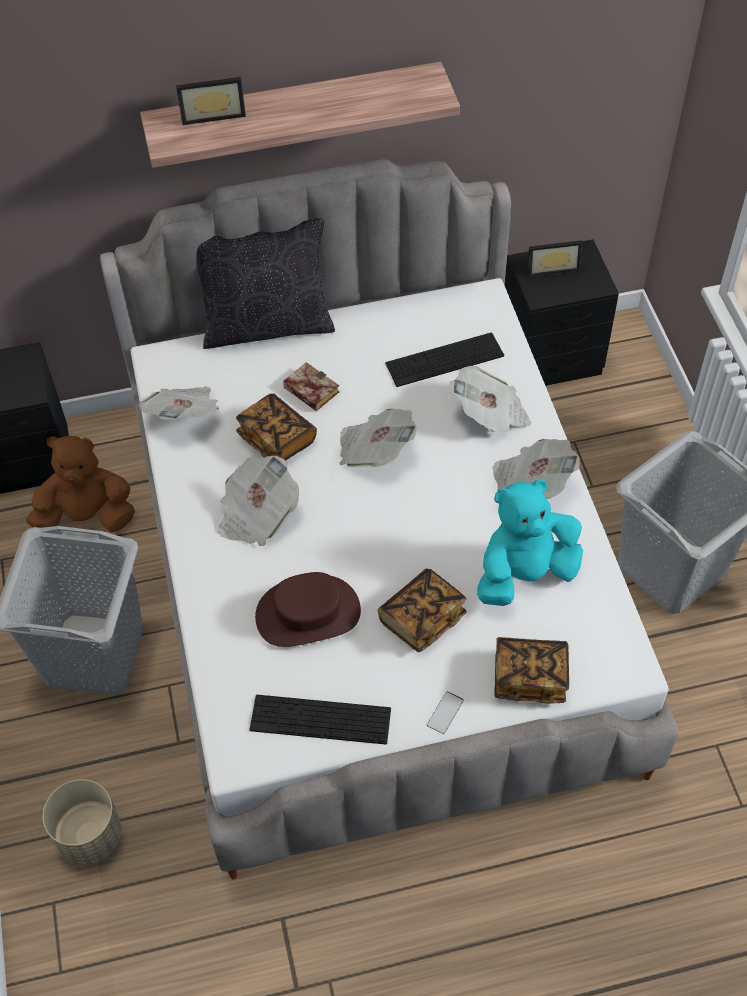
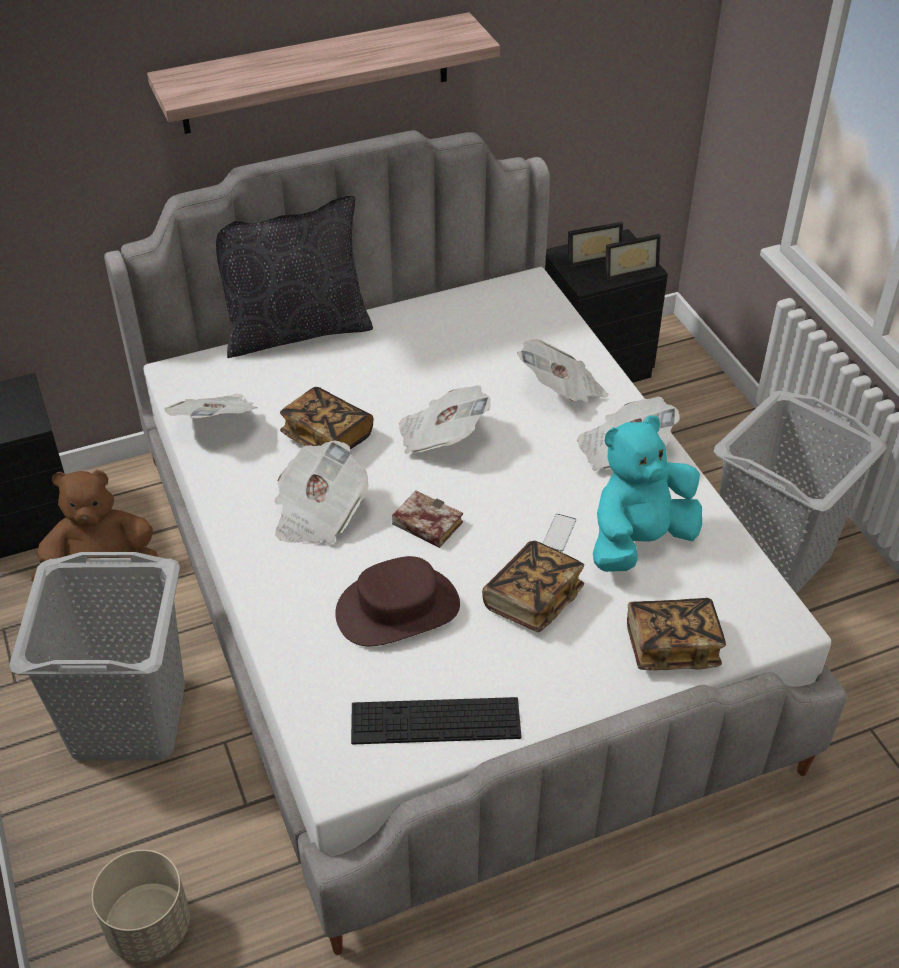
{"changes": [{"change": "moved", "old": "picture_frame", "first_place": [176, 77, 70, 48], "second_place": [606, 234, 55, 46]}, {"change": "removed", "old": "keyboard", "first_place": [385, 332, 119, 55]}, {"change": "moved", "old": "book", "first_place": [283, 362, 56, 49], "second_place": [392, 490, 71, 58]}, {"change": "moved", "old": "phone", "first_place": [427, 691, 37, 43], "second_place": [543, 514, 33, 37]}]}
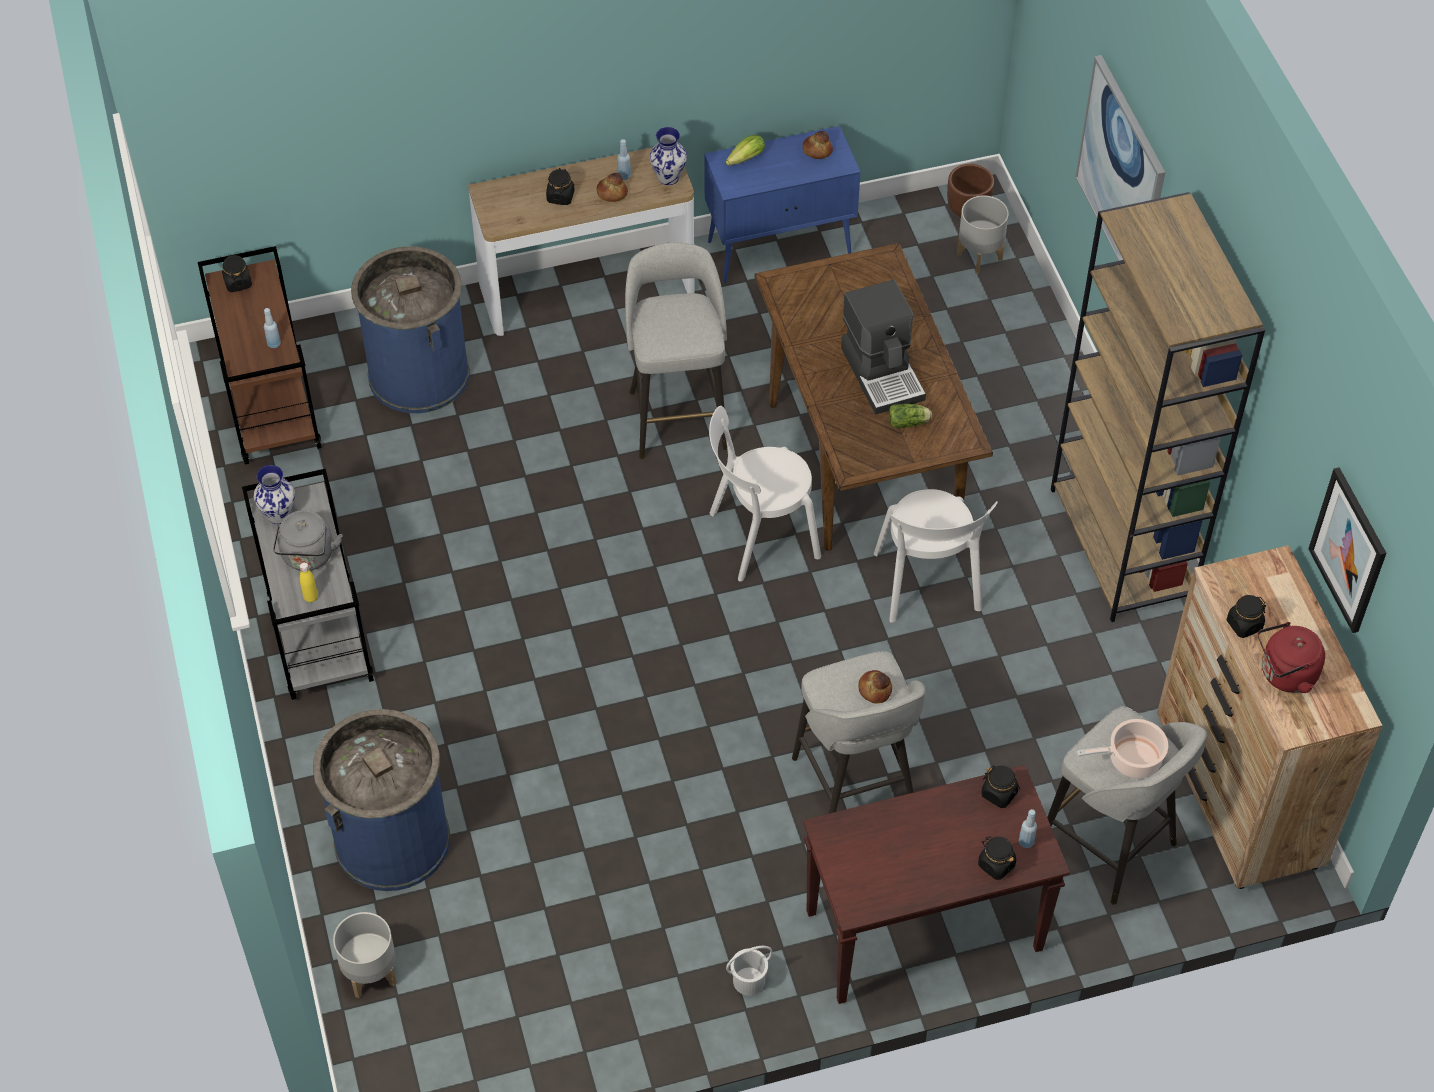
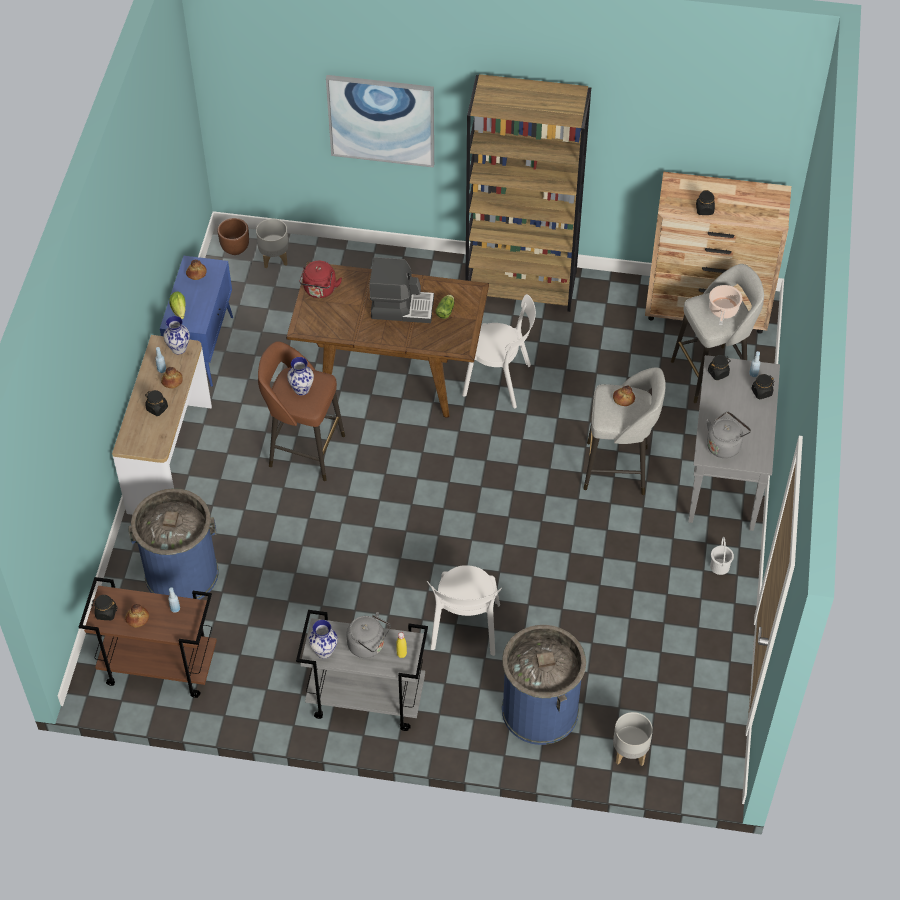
{"changes": [{"change": "recoloured", "old": "grey_stool", "new": "brown_stool", "first_place": [625, 242, 102, 217], "second_place": [258, 341, 87, 140]}, {"change": "moved", "old": "white_chair", "first_place": [709, 406, 112, 176], "second_place": [427, 565, 75, 91]}, {"change": "removed", "old": "picture", "first_place": [1308, 467, 78, 166]}, {"change": "moved", "old": "red_kettle", "first_place": [1258, 622, 67, 71], "second_place": [299, 261, 43, 37]}, {"change": "recoloured", "old": "brown_console_table", "new": "grey_console_table", "first_place": [803, 765, 267, 239], "second_place": [688, 355, 92, 176]}, {"change": "added", "new": "vase", "second_place": [287, 357, 27, 38]}, {"change": "added", "new": "grey_kettle", "second_place": [707, 411, 44, 47]}, {"change": "added", "new": "bread", "second_place": [125, 604, 24, 24]}]}
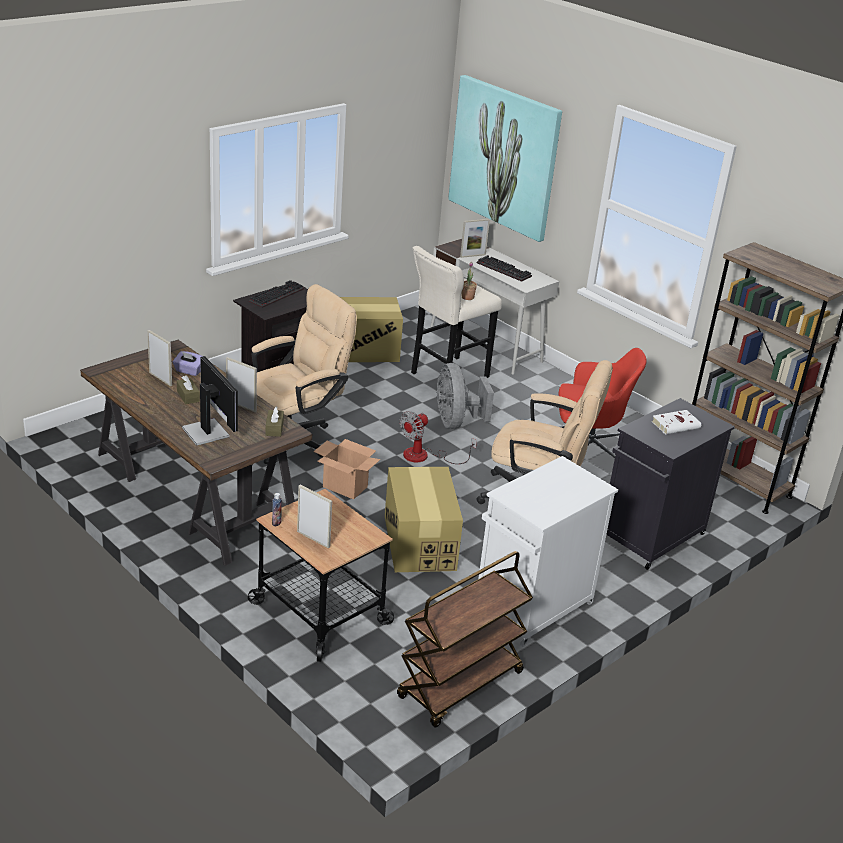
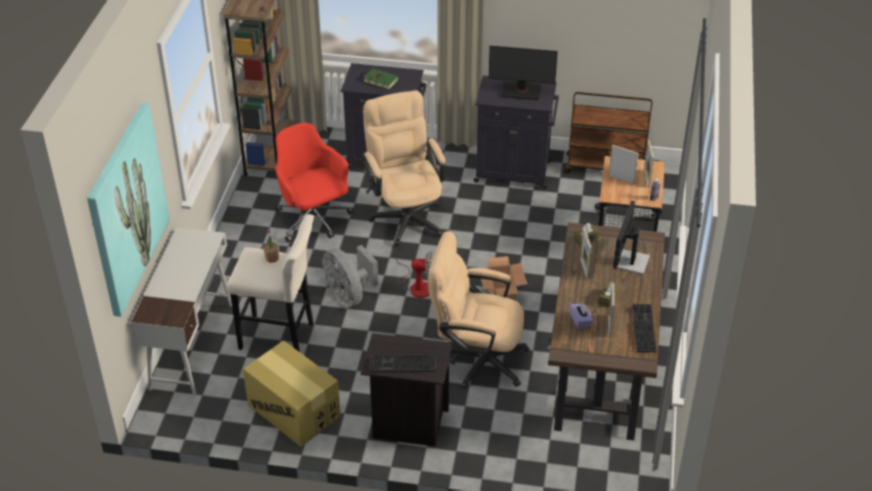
{"changes": [{"change": "moved", "old": "picture_frame", "first_place": [460, 219, 30, 39], "second_place": [609, 145, 30, 39]}, {"change": "moved", "old": "keyboard", "first_place": [477, 255, 55, 27], "second_place": [632, 304, 25, 48]}, {"change": "turned", "old": "grey_fan", "first_place": [436, 363, 58, 66], "second_place": [322, 245, 57, 62], "degrees": 105}, {"change": "recoloured", "old": "white_book", "new": "green_book", "first_place": [651, 410, 50, 24], "second_place": [363, 68, 36, 21]}, {"change": "recoloured", "old": "white_cabinet", "new": "black_cabinet", "first_place": [478, 456, 140, 191], "second_place": [474, 75, 85, 114]}, {"change": "removed", "old": "cardboard_box", "first_place": [385, 467, 78, 105]}, {"change": "added", "new": "monitor", "second_place": [489, 46, 69, 54]}]}
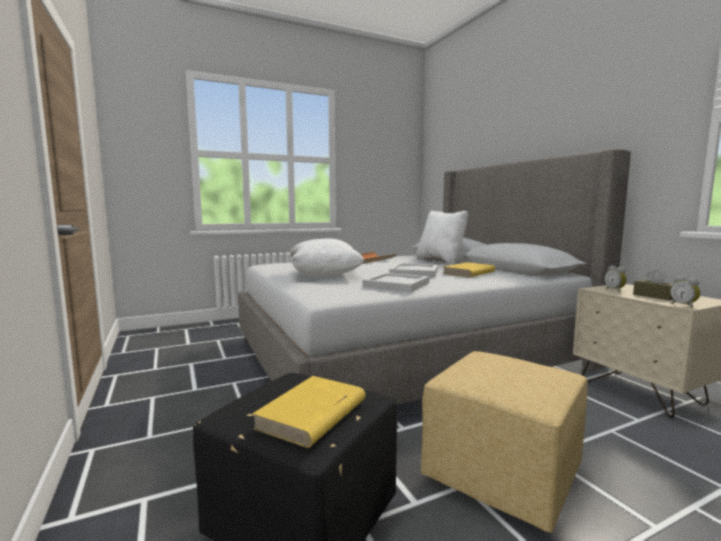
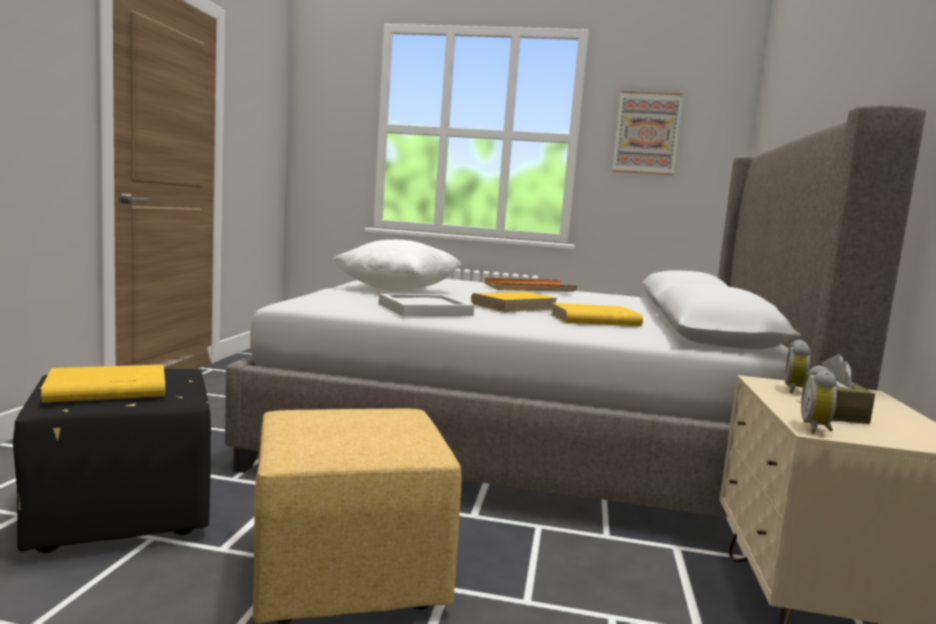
{"changes": [{"change": "removed", "old": "white_pillow", "first_place": [416, 211, 52, 54]}, {"change": "replaced", "old": "white_tray", "new": "yellow_book", "first_place": [389, 263, 49, 15], "second_place": [471, 292, 87, 20]}, {"change": "added", "new": "picture", "second_place": [612, 91, 71, 84]}]}
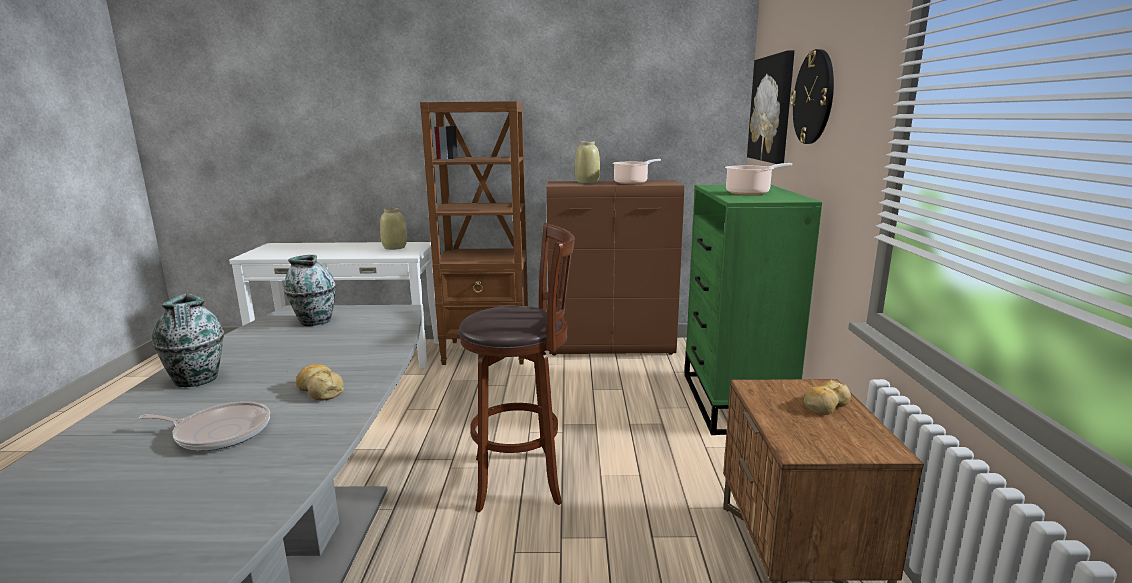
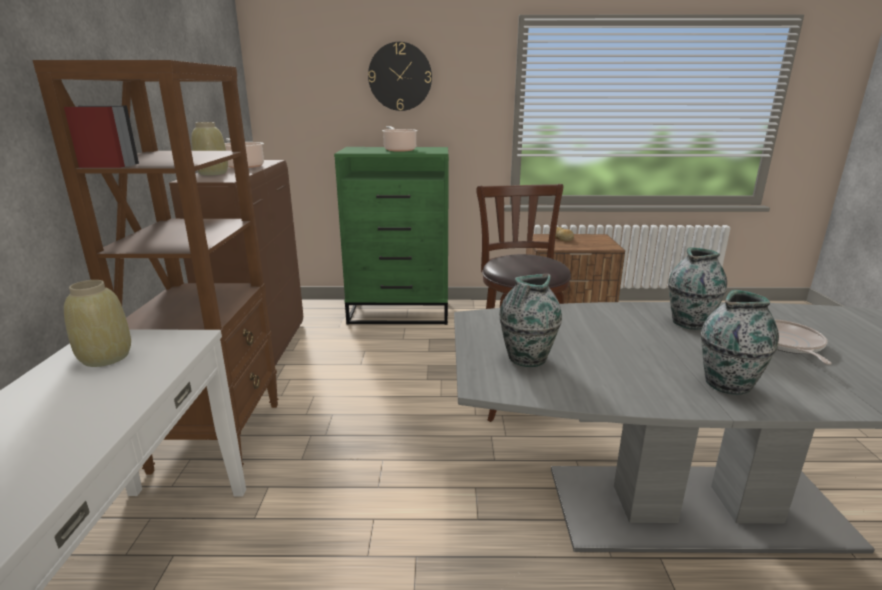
{"changes": [{"change": "removed", "old": "picture", "first_place": [747, 50, 48, 114]}, {"change": "replaced", "old": "bread", "new": "vase", "first_place": [296, 364, 48, 36], "second_place": [668, 248, 59, 82]}]}
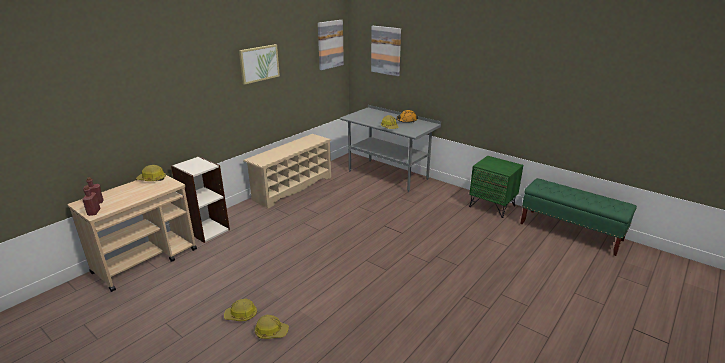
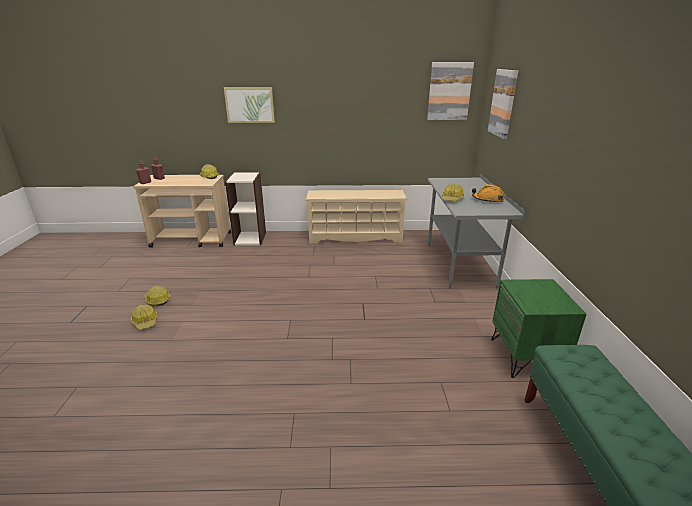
{"changes": [{"change": "moved", "old": "picture", "first_place": [239, 44, 41, 41], "second_place": [224, 87, 51, 36]}]}
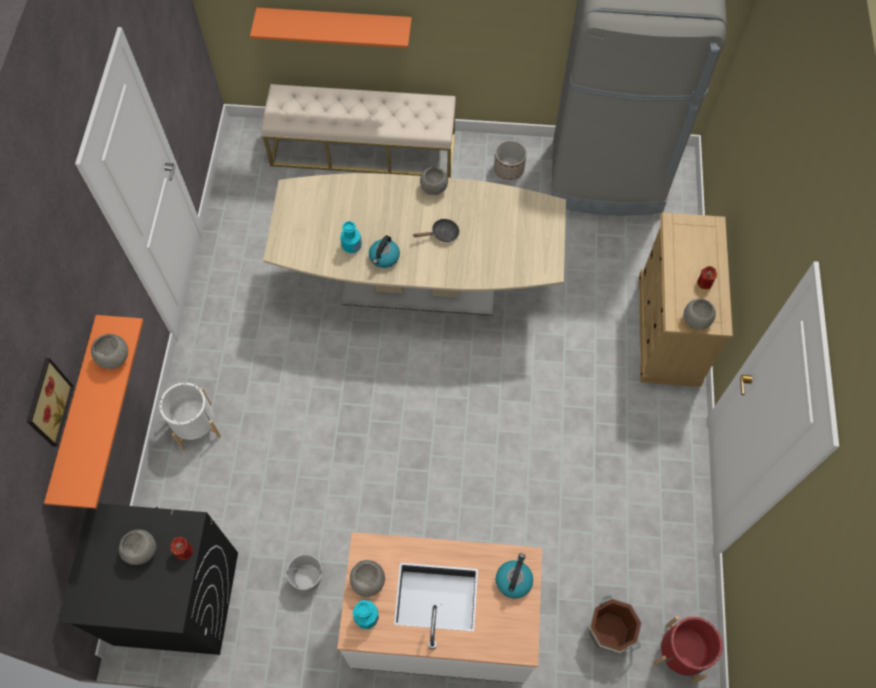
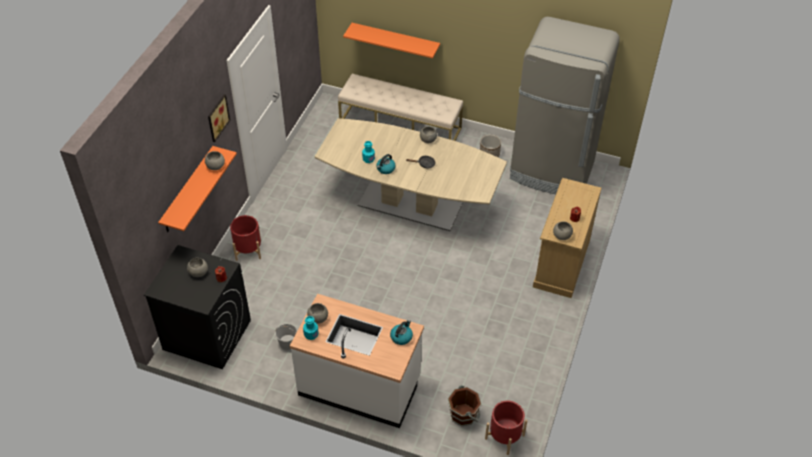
{"changes": [{"change": "moved", "old": "picture", "first_place": [27, 358, 46, 89], "second_place": [208, 94, 22, 48]}, {"change": "recoloured", "old": "white_planter", "new": "red_planter", "first_place": [159, 383, 62, 67], "second_place": [230, 215, 31, 46]}]}
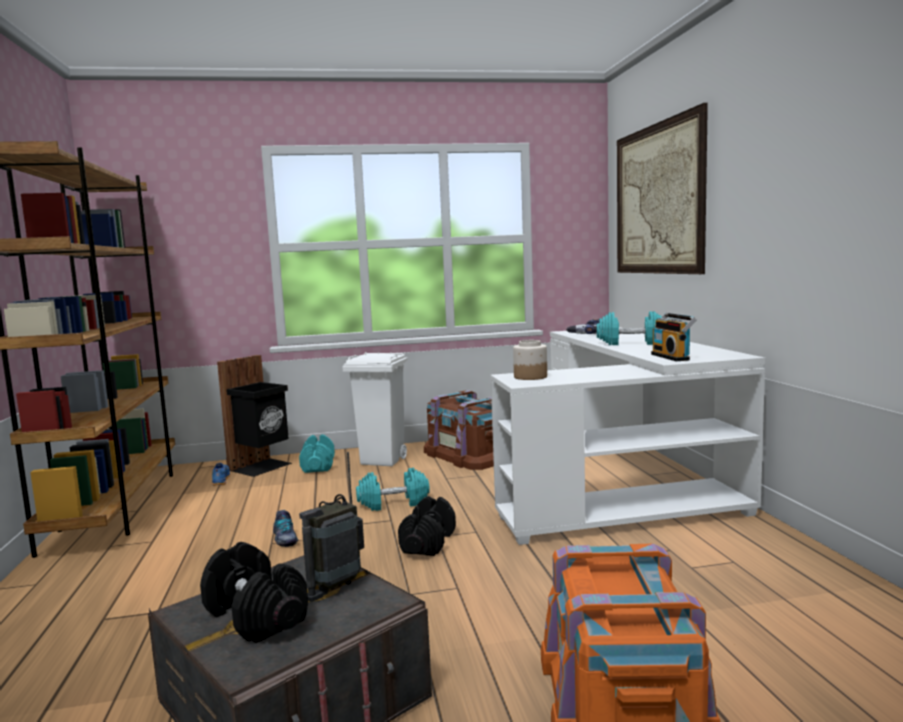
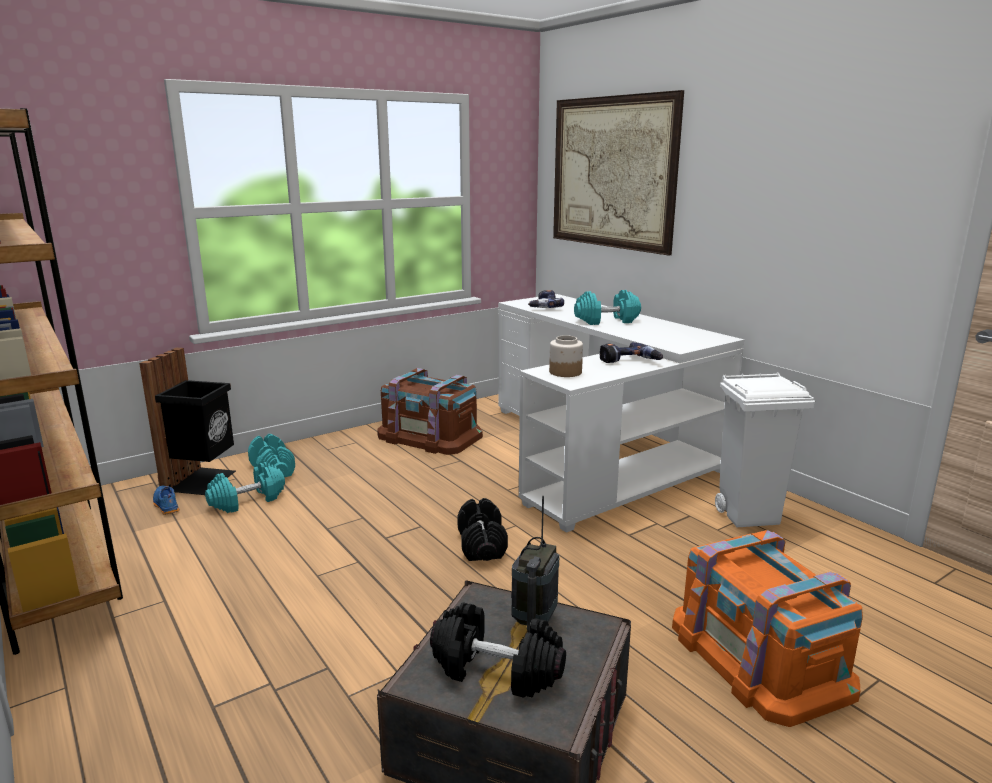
{"changes": [{"change": "removed", "old": "radio", "first_place": [651, 313, 46, 48]}, {"change": "moved", "old": "white_trash_can", "first_place": [342, 352, 65, 114], "second_place": [715, 373, 100, 154]}, {"change": "moved", "old": "turquoise_dumbbell", "first_place": [356, 467, 74, 44], "second_place": [205, 462, 80, 51]}, {"change": "removed", "old": "shoe", "first_place": [273, 510, 25, 37]}, {"change": "added", "new": "power_drill", "second_place": [600, 342, 63, 21]}]}
